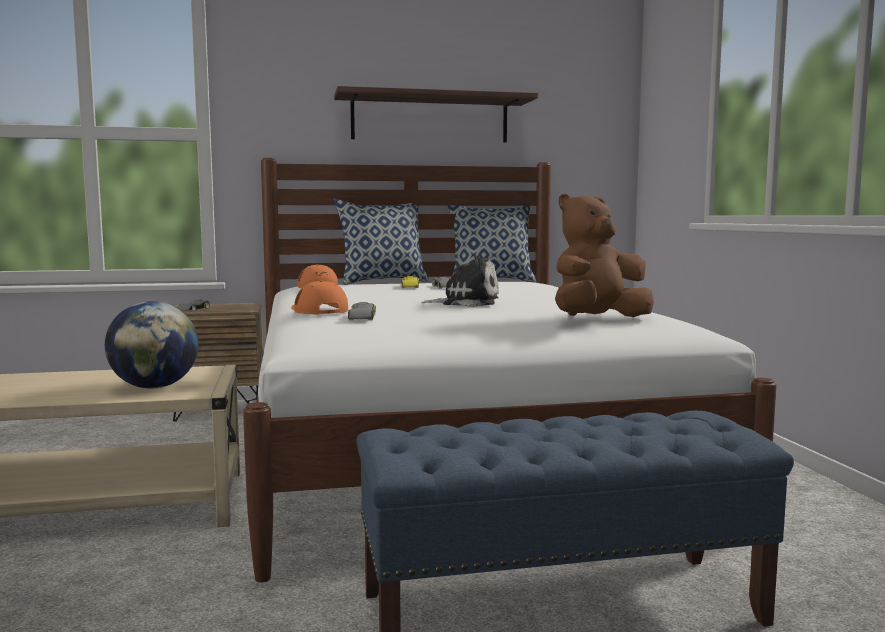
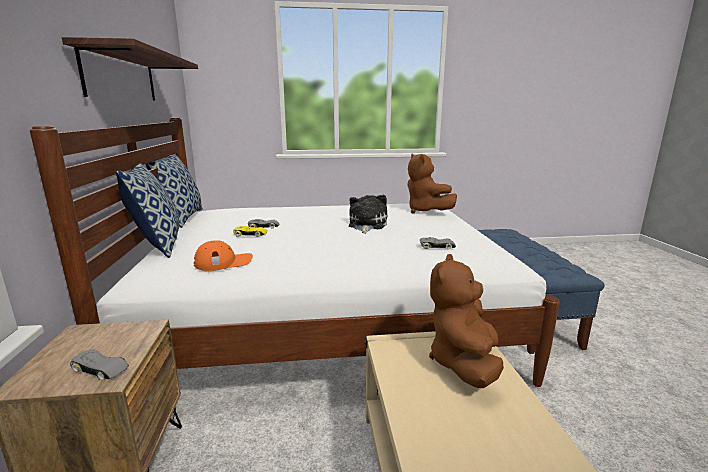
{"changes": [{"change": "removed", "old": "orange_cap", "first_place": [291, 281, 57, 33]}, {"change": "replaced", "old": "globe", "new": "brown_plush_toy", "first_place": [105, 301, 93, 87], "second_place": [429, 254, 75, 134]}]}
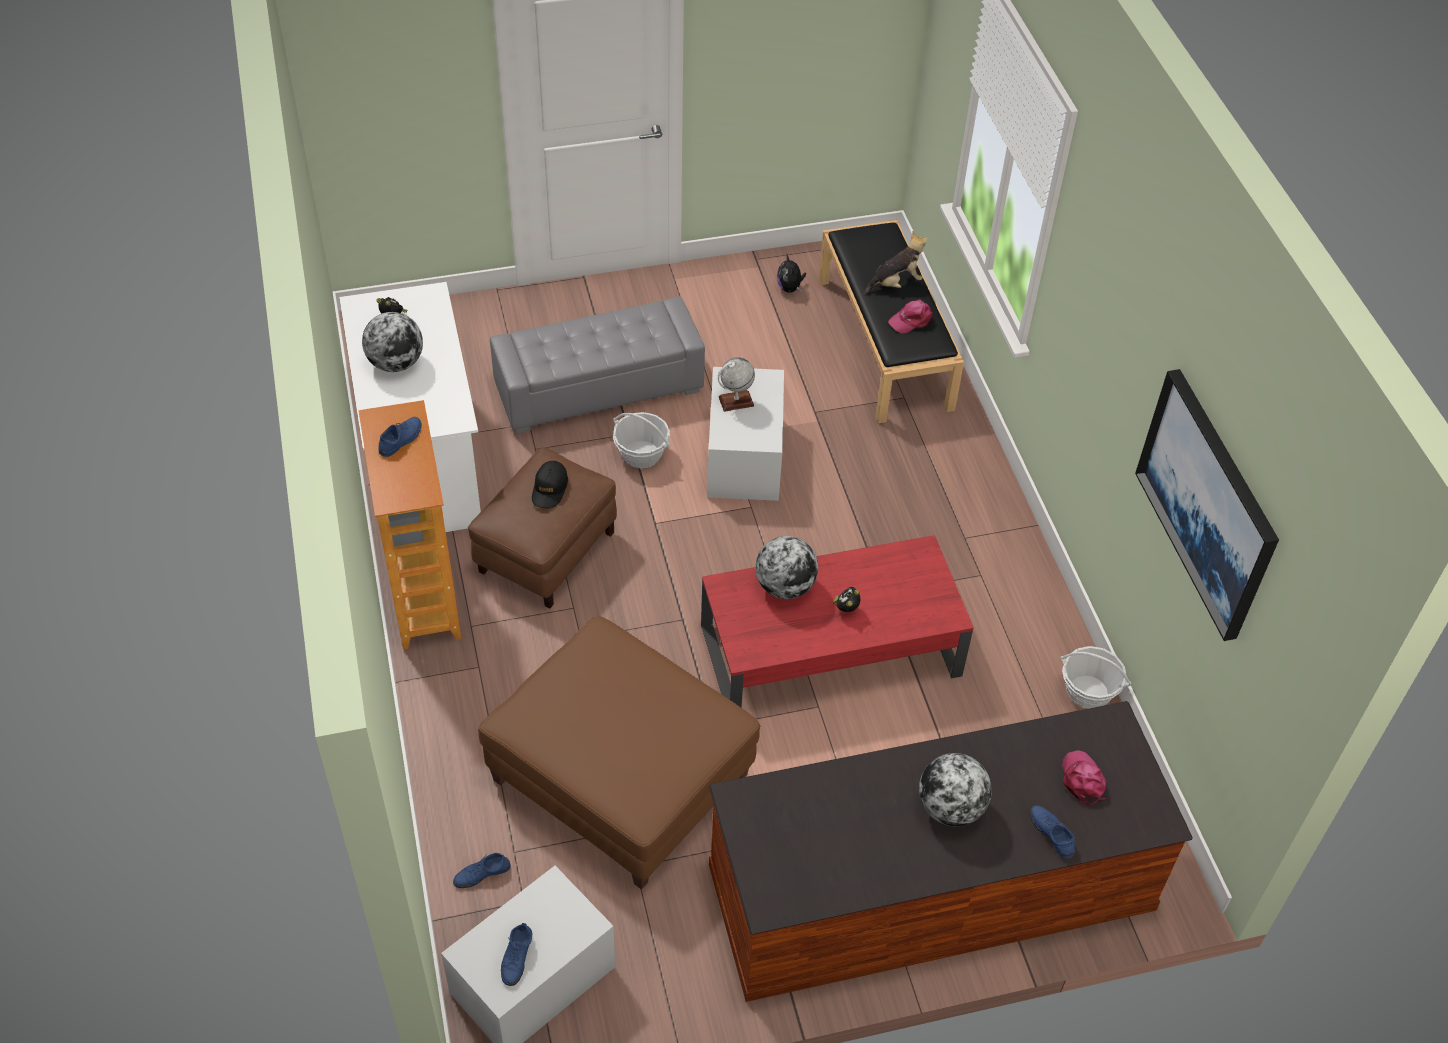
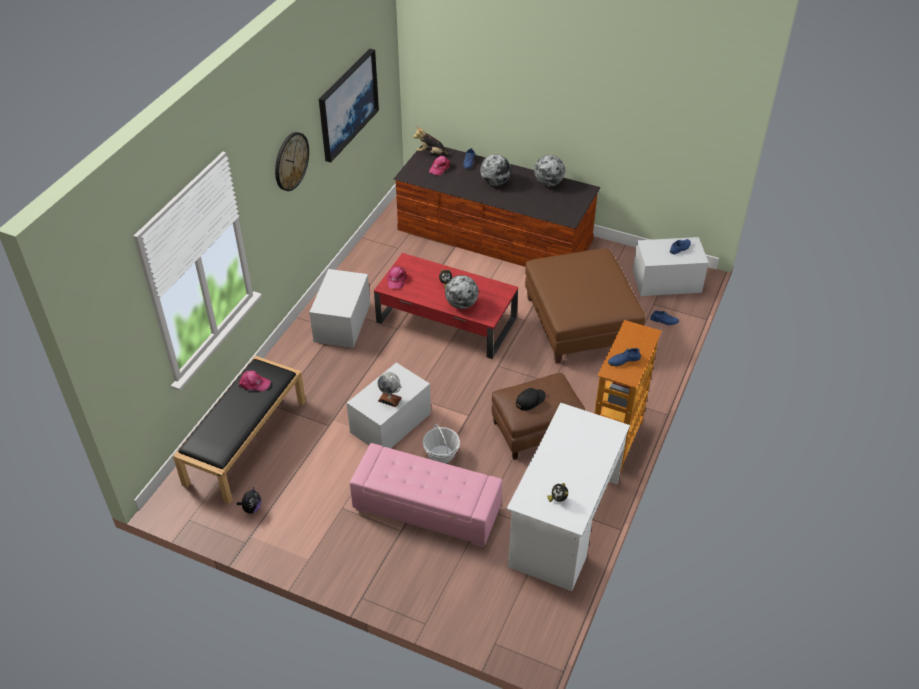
{"changes": [{"change": "moved", "old": "plush_toy", "first_place": [864, 231, 64, 64], "second_place": [413, 126, 40, 30]}, {"change": "recoloured", "old": "grey_ottoman", "new": "pink_ottoman", "first_place": [490, 297, 215, 137], "second_place": [350, 443, 153, 104]}, {"change": "moved", "old": "globe", "first_place": [362, 312, 61, 60], "second_place": [534, 155, 31, 32]}, {"change": "removed", "old": "basket", "first_place": [1060, 646, 71, 63]}, {"change": "added", "new": "wall_clock", "second_place": [275, 132, 34, 59]}, {"change": "added", "new": "pink_cap", "second_place": [387, 266, 20, 23]}, {"change": "added", "new": "white_storage_box", "second_place": [309, 269, 61, 79]}]}
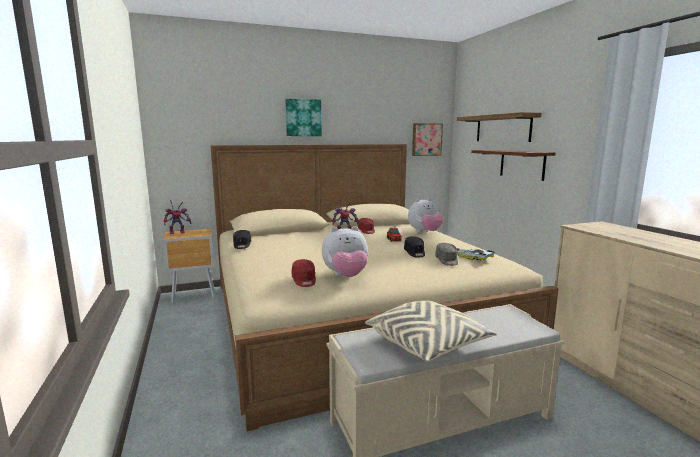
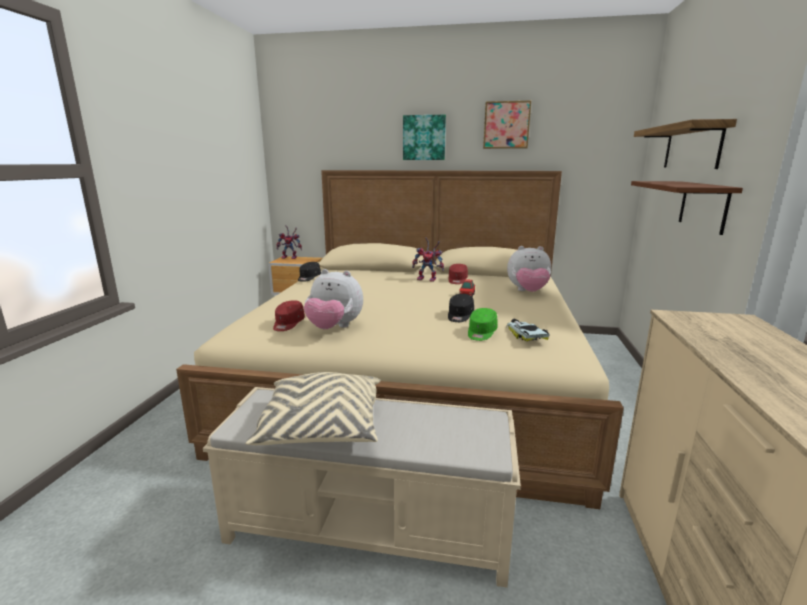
{"changes": [{"change": "moved", "old": "picture", "first_place": [412, 123, 31, 33], "second_place": [483, 101, 48, 48]}, {"change": "recoloured", "old": "grey_cap", "new": "green_cap", "first_place": [435, 243, 23, 23], "second_place": [468, 308, 30, 33]}]}
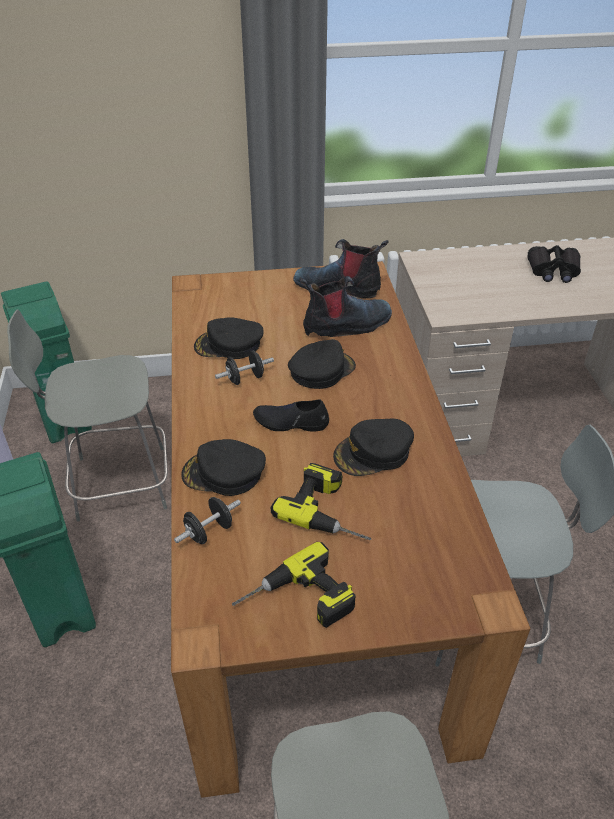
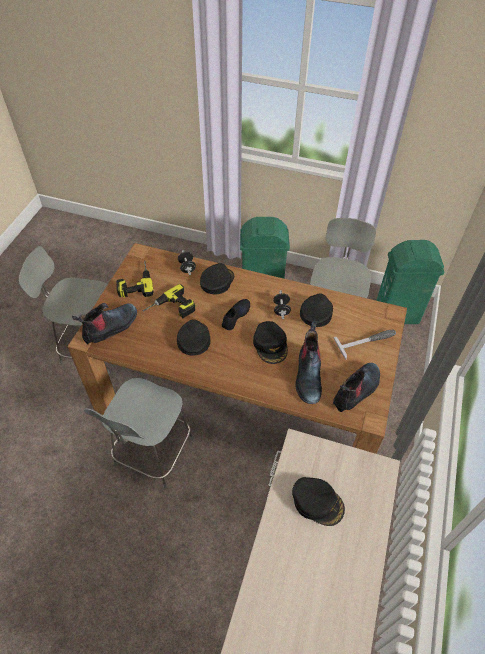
{"changes": [{"change": "removed", "old": "black_binoculars", "first_place": [527, 245, 54, 38]}, {"change": "added", "new": "boot", "second_place": [72, 303, 65, 41]}, {"change": "added", "new": "hammer", "second_place": [333, 330, 63, 30]}, {"change": "added", "new": "black_cap", "second_place": [292, 477, 53, 49]}]}
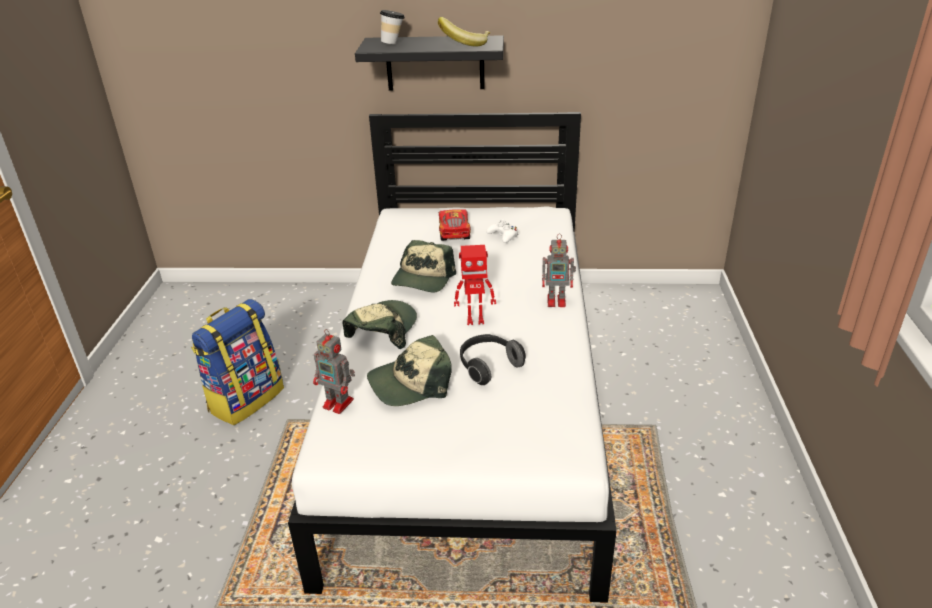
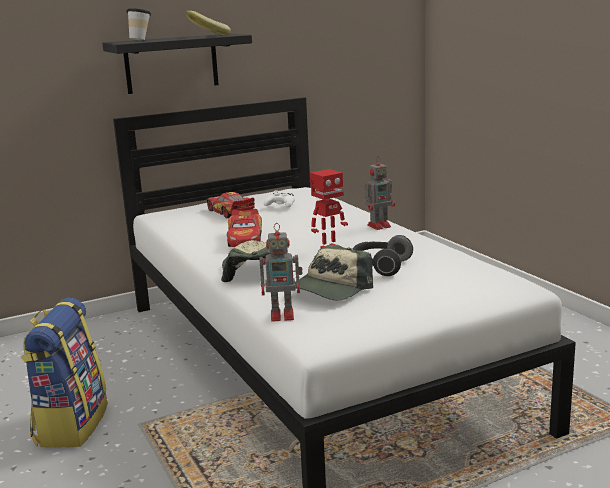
{"changes": [{"change": "replaced", "old": "cap", "new": "toy_car", "first_place": [391, 240, 65, 53], "second_place": [227, 209, 35, 38]}]}
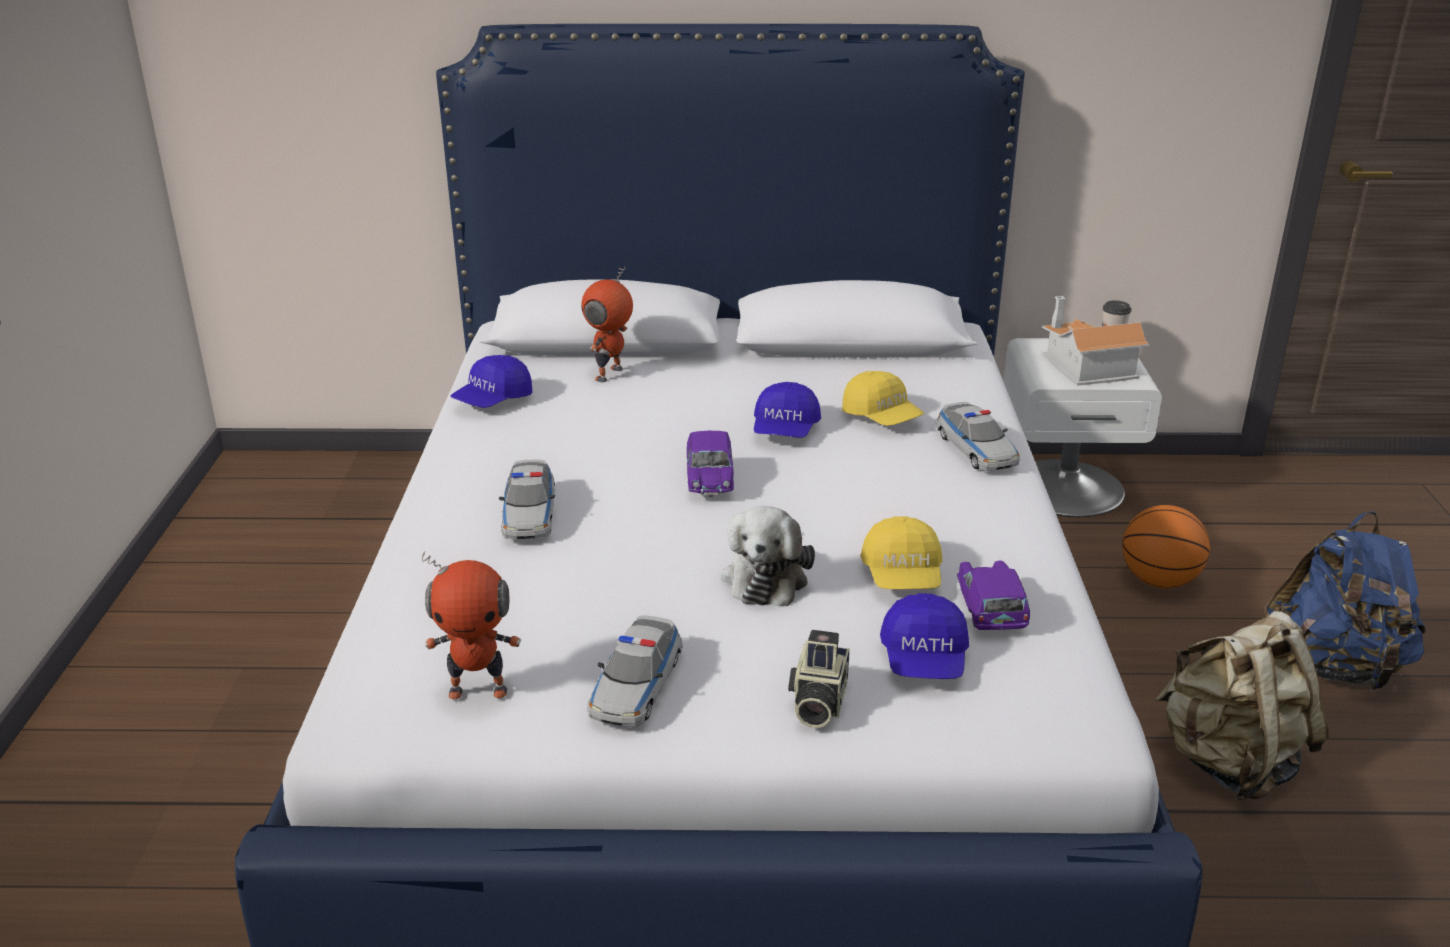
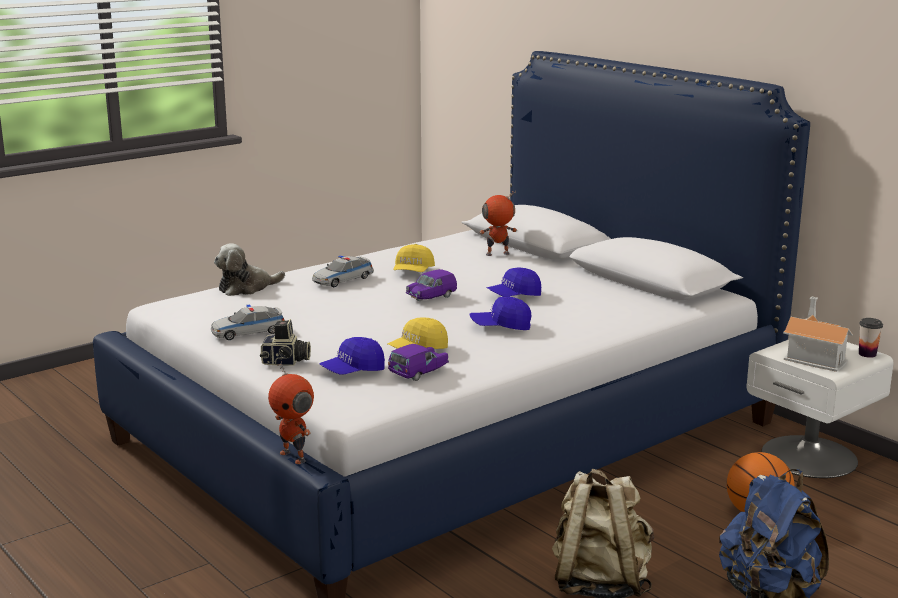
{"changes": [{"change": "moved", "old": "blue_cap", "first_place": [450, 355, 82, 53], "second_place": [470, 296, 61, 34]}, {"change": "moved", "old": "yellow_cap", "first_place": [842, 371, 82, 55], "second_place": [393, 244, 42, 28]}, {"change": "removed", "old": "toy_car", "first_place": [936, 402, 84, 69]}, {"change": "moved", "old": "plush_toy", "first_place": [721, 506, 94, 100], "second_place": [214, 243, 71, 53]}, {"change": "moved", "old": "toy_robot", "first_place": [421, 551, 100, 148], "second_place": [268, 361, 46, 103]}, {"change": "turned", "old": "photo_camera", "first_place": [788, 630, 62, 98], "second_place": [260, 319, 51, 47], "degrees": -150}]}
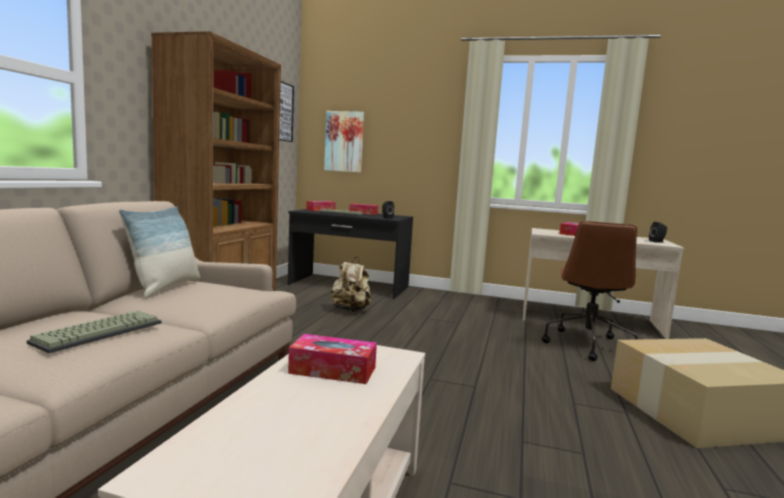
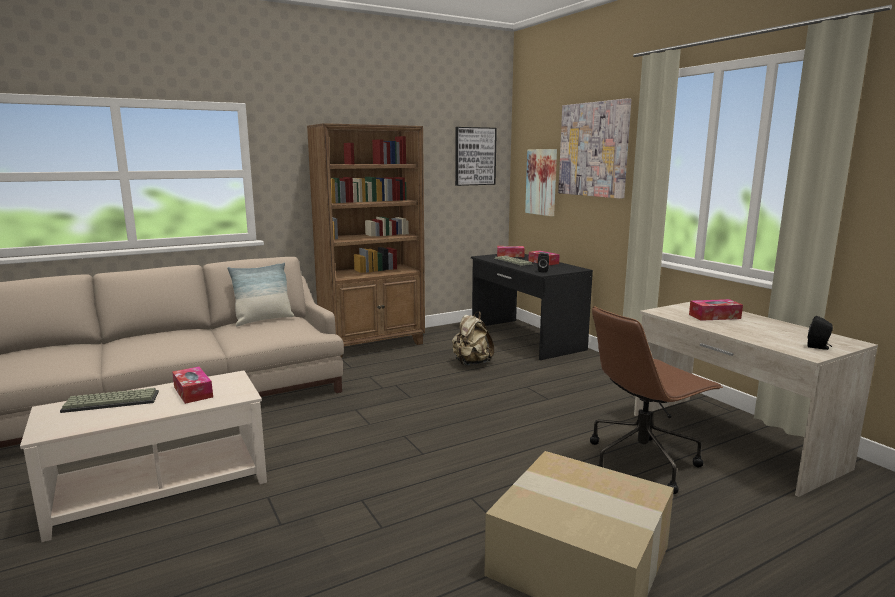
{"changes": [{"change": "moved", "old": "keyboard", "first_place": [27, 311, 135, 42], "second_place": [60, 388, 99, 25]}, {"change": "added", "new": "picture", "second_place": [558, 98, 73, 101]}]}
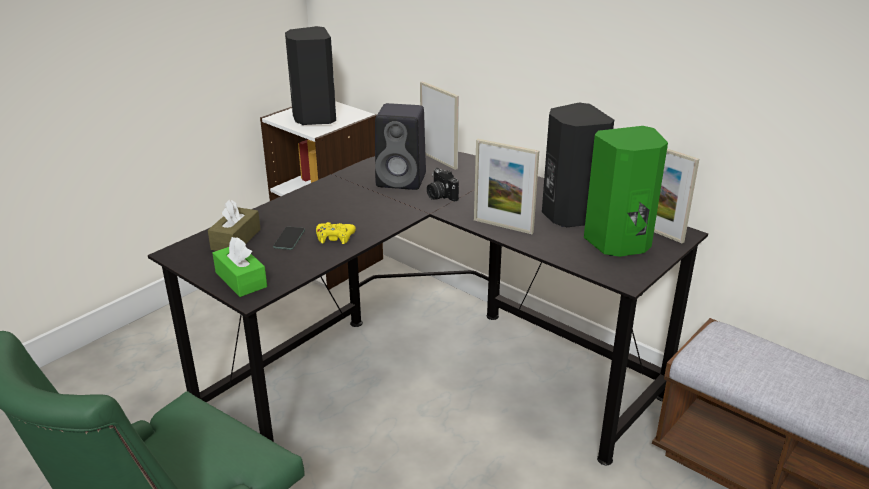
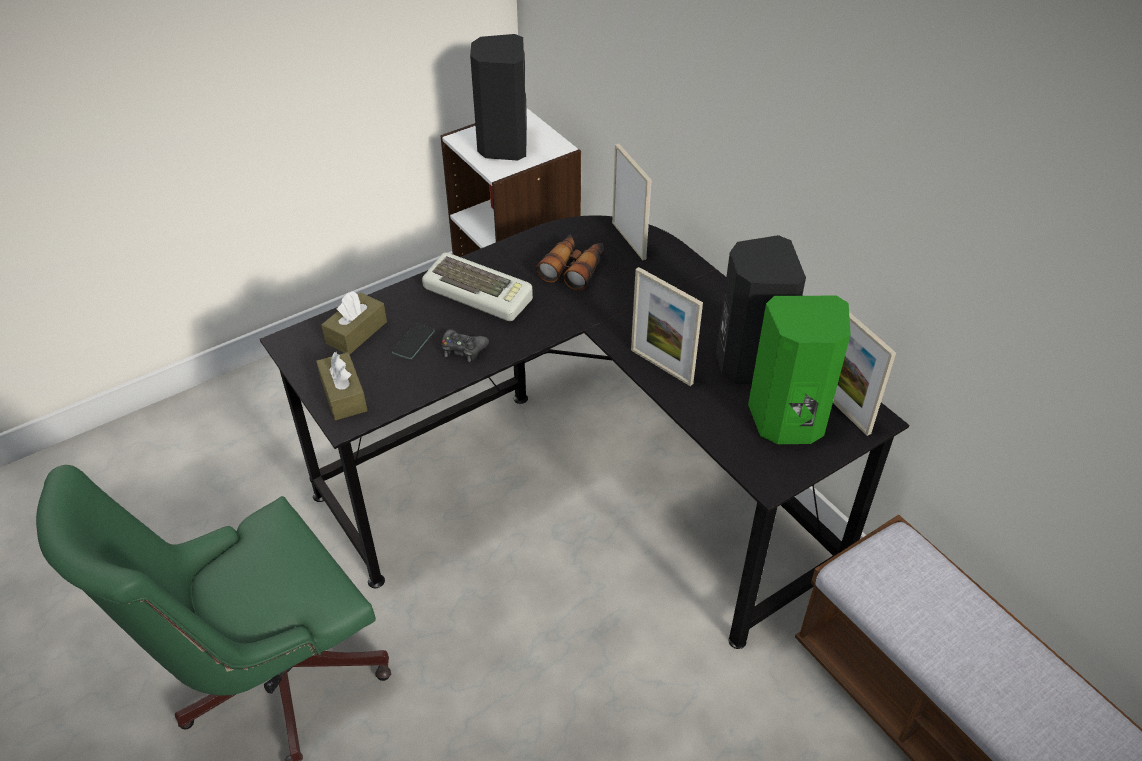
{"changes": [{"change": "replaced", "old": "black_speaker", "new": "binoculars", "first_place": [375, 103, 51, 87], "second_place": [536, 234, 68, 57]}, {"change": "removed", "old": "photo_camera", "first_place": [427, 168, 32, 33]}, {"change": "recoloured", "old": "yellow_game_controller", "new": "black_game_controller", "first_place": [316, 222, 40, 22], "second_place": [442, 329, 47, 33]}, {"change": "recoloured", "old": "green_tissue_box", "new": "brown_tissue_box", "first_place": [213, 237, 54, 60], "second_place": [316, 351, 52, 69]}, {"change": "added", "new": "keyboard", "second_place": [422, 252, 111, 69]}]}
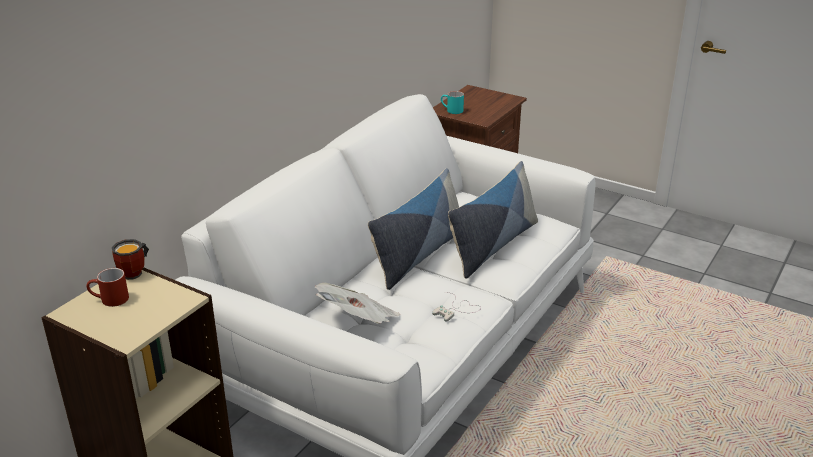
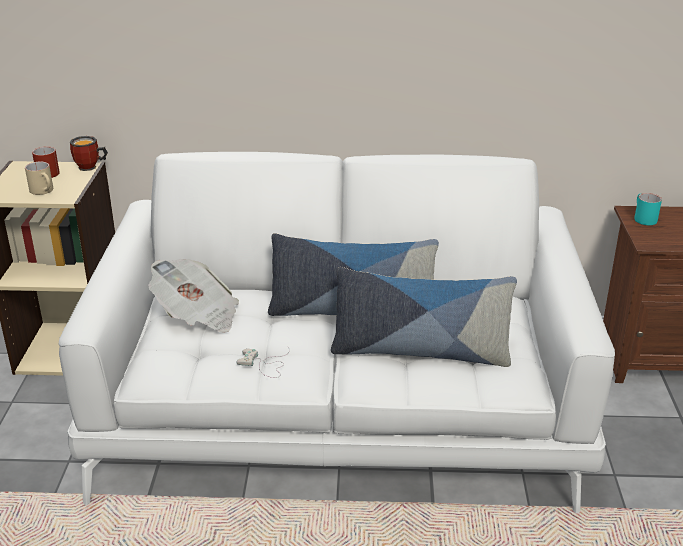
{"changes": [{"change": "added", "new": "beige_mug", "second_place": [25, 162, 28, 33]}]}
